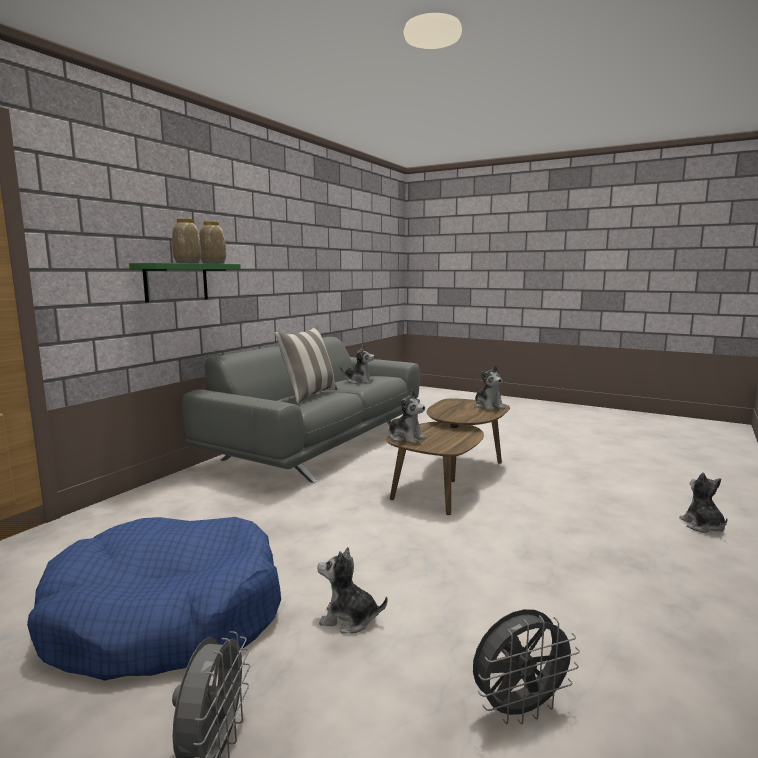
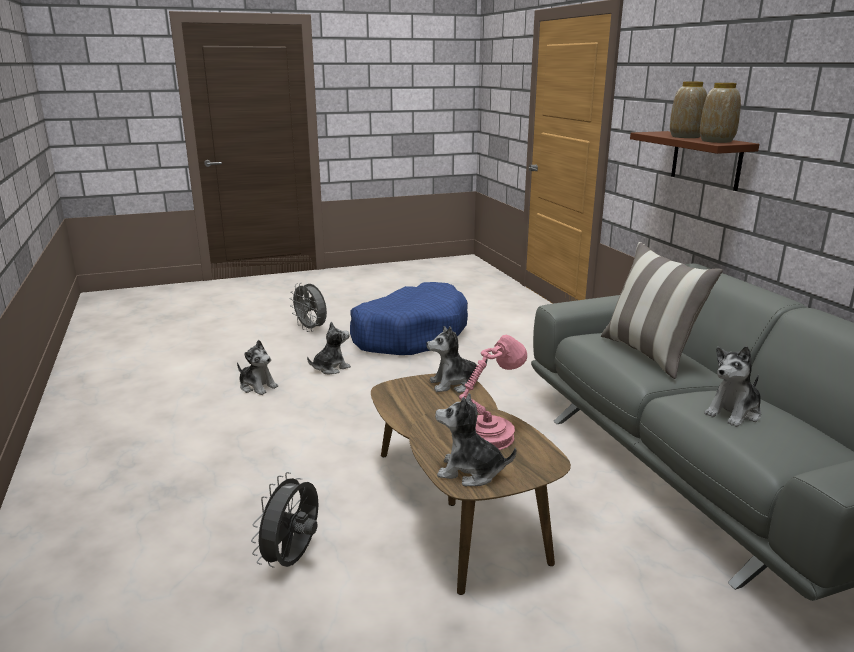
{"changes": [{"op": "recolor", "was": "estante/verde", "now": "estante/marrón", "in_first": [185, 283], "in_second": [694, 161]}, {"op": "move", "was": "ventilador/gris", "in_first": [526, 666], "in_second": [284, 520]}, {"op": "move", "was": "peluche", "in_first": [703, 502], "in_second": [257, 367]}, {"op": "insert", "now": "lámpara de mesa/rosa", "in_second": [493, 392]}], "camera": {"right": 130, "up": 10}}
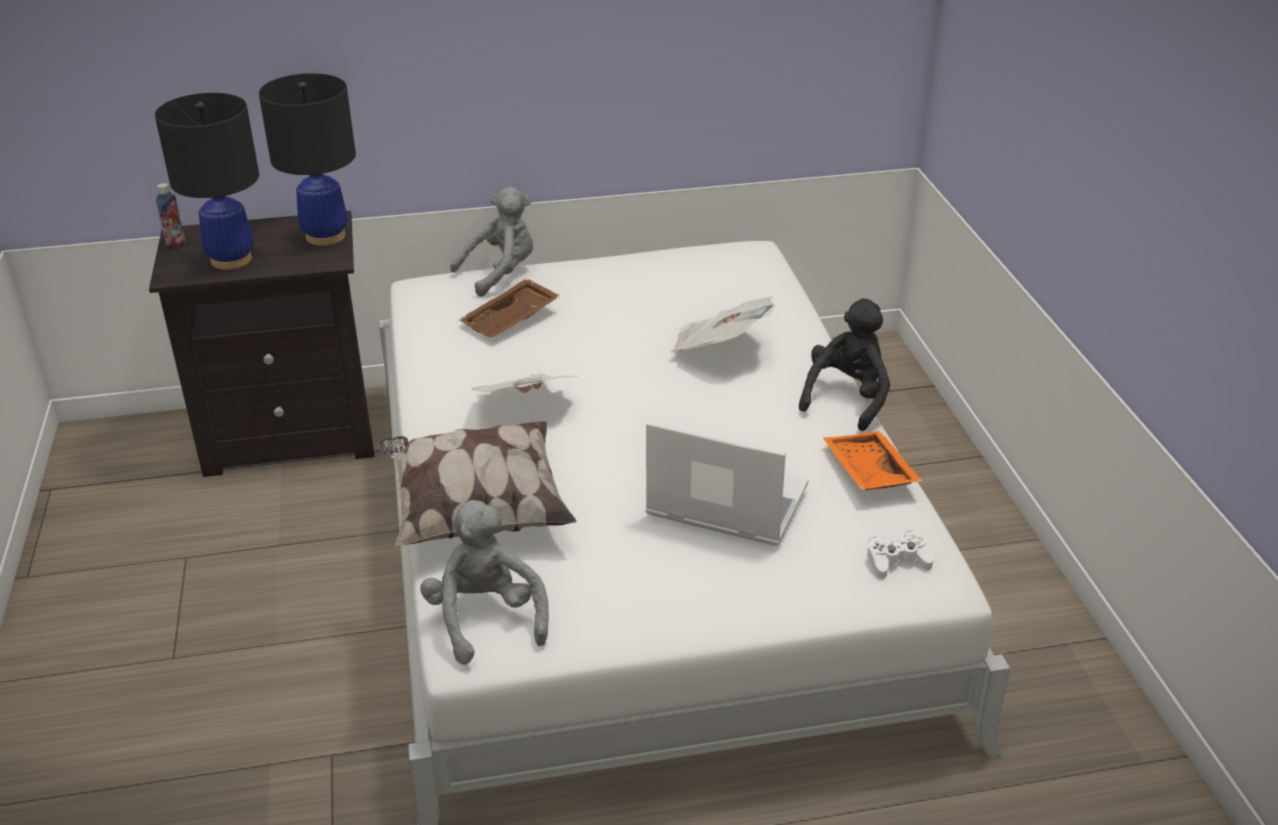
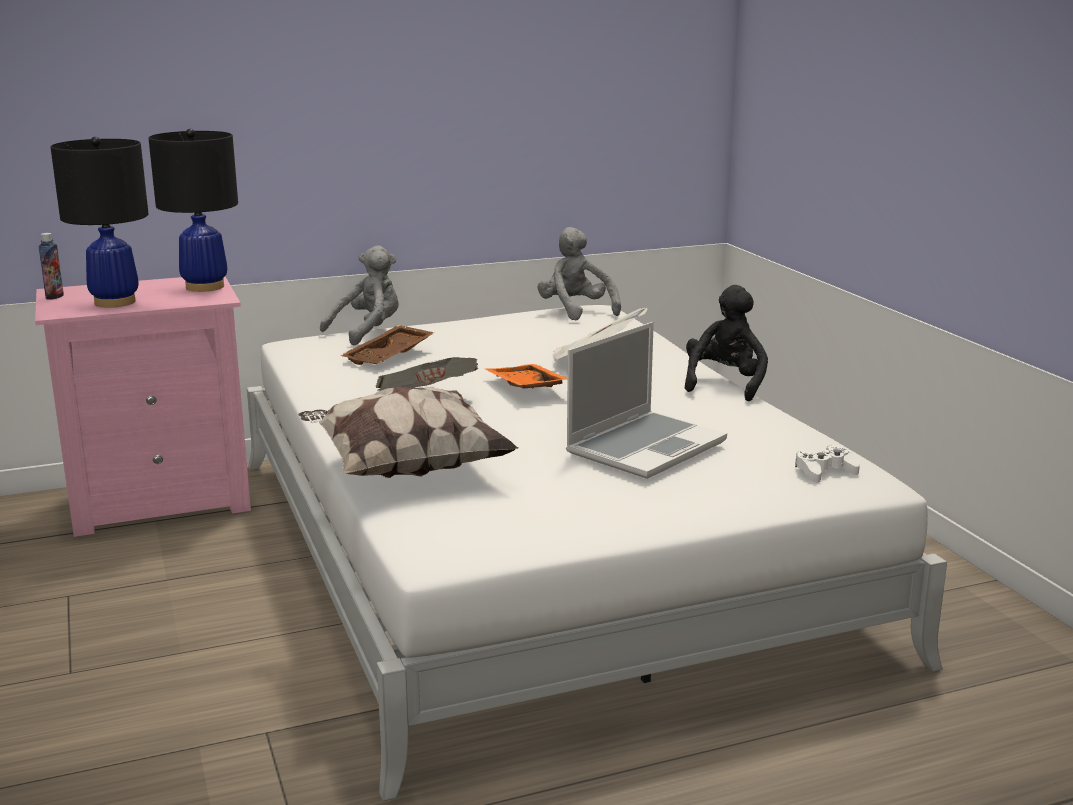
{"changes": [{"op": "recolor", "was": "mesita de noche/negro", "now": "mesita de noche/rosa", "in_first": [261, 344], "in_second": [143, 407]}, {"op": "move", "was": "peluche/gris", "in_first": [484, 582], "in_second": [579, 274]}, {"op": "rotate", "was": "portátil", "in_first": [727, 484], "in_second": [646, 400], "clockwise": 120}, {"op": "move", "was": "bandeja/naranja", "in_first": [872, 460], "in_second": [526, 376]}], "camera": {"right": -10, "up": -15}}
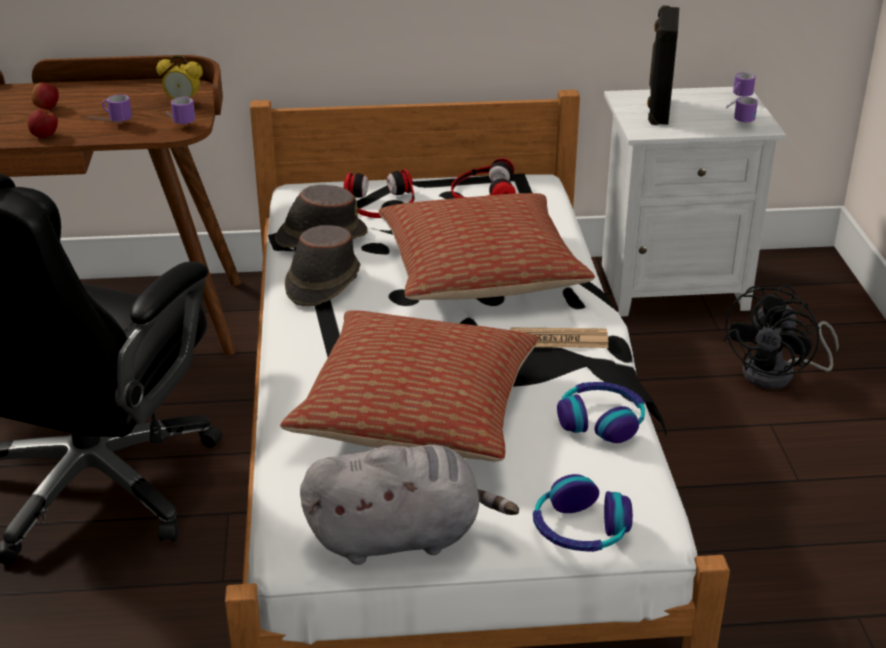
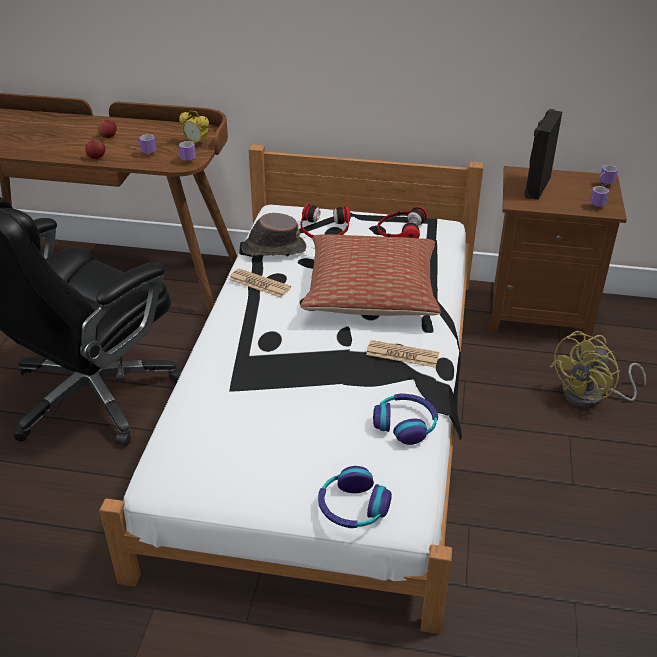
{"changes": [{"op": "delete", "was": "cojín", "in_first": [409, 386]}, {"op": "replace", "was": "sombrero/marrón", "now": "periódico", "in_first": [322, 265], "in_second": [260, 283]}, {"op": "delete", "was": "peluche/gris", "in_first": [409, 504]}, {"op": "recolor", "was": "mesita de noche/blanco", "now": "mesita de noche/marrón", "in_first": [694, 202], "in_second": [558, 253]}, {"op": "recolor", "was": "ventilador/negro", "now": "ventilador/amarillo", "in_first": [781, 337], "in_second": [598, 369]}], "camera": {"right": 15, "up": 5}}
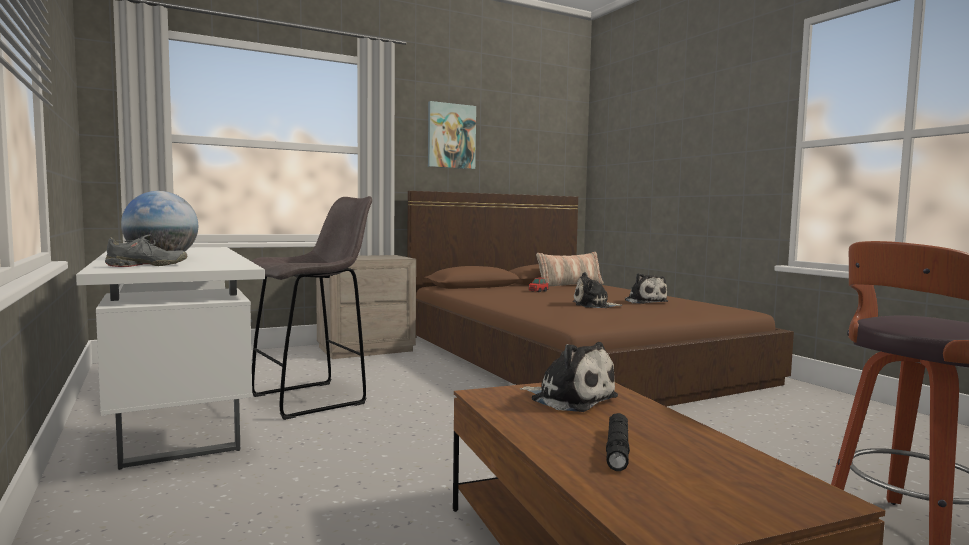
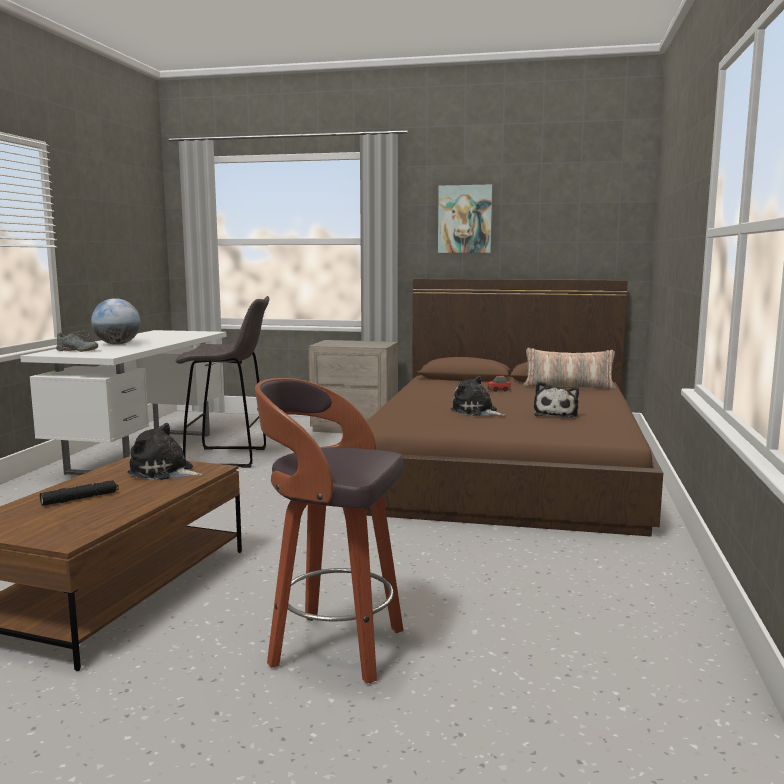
{"changes": [{"op": "rotate", "was": "peluche", "in_first": [569, 377], "in_second": [165, 451], "clockwise": 120}], "camera": {"right": 40, "up": 5}}
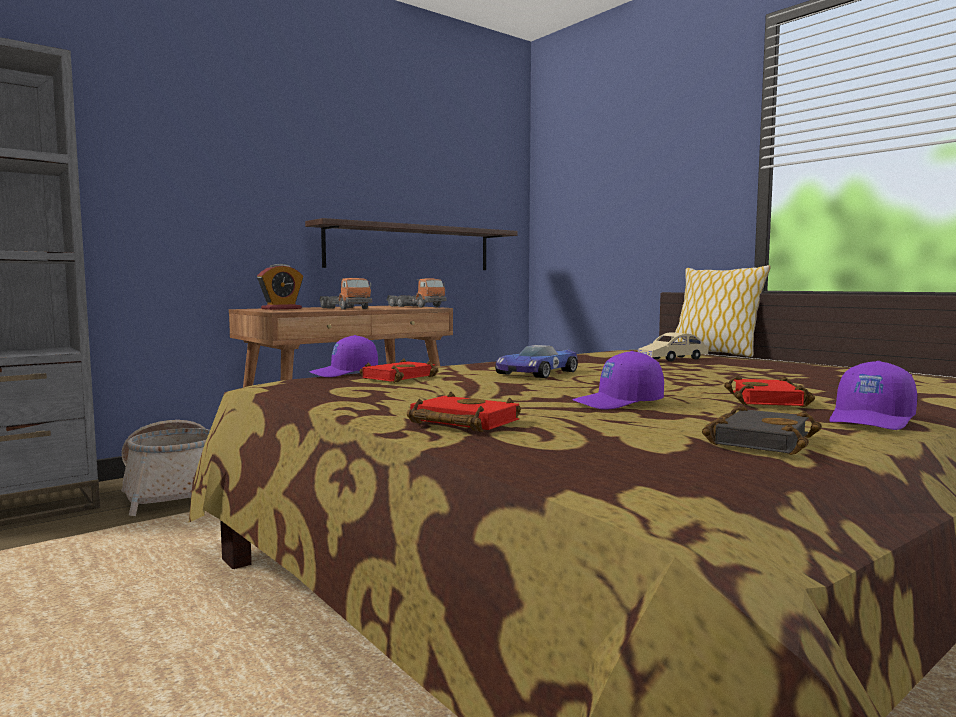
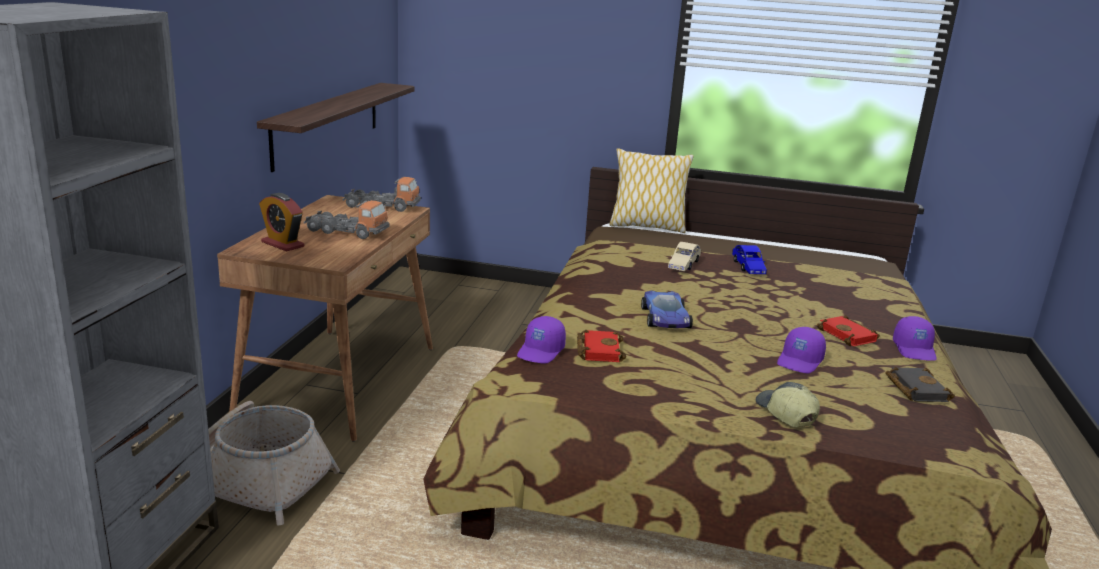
{"changes": [{"op": "rotate", "was": "despertador", "in_first": [280, 287], "in_second": [281, 222], "clockwise": 120}, {"op": "replace", "was": "libro/rojo", "now": "gorra", "in_first": [464, 412], "in_second": [787, 405]}, {"op": "insert", "now": "coche de juguete/azul", "in_second": [749, 259]}], "camera": {"right": -40, "up": 15}}
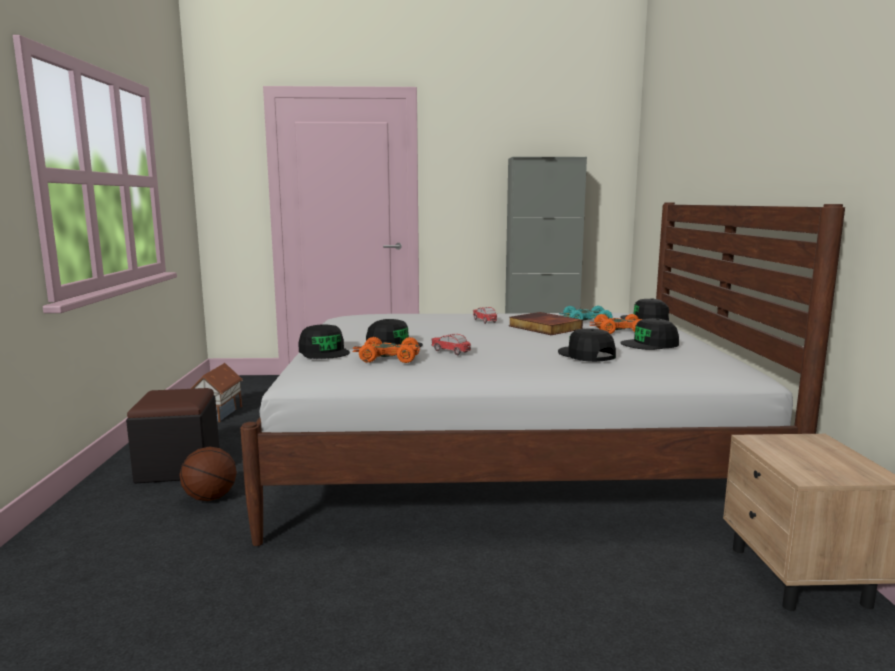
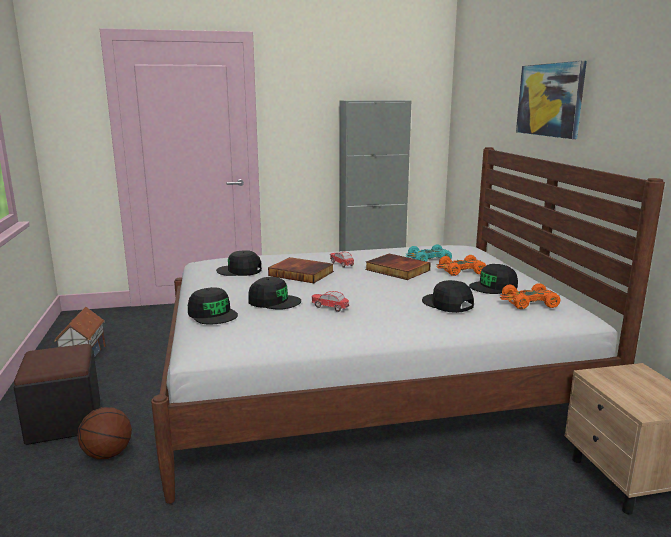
{"changes": [{"op": "move", "was": "coche de juguete/naranja", "in_first": [386, 350], "in_second": [530, 296]}, {"op": "move", "was": "gorra/negro", "in_first": [644, 309], "in_second": [239, 263]}, {"op": "insert", "now": "libro", "in_second": [301, 270]}, {"op": "insert", "now": "cuadro", "in_second": [551, 100]}], "camera": {"right": -10, "up": 5}}
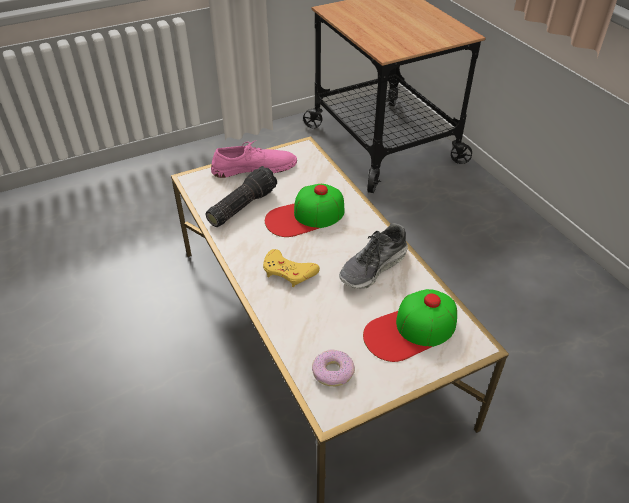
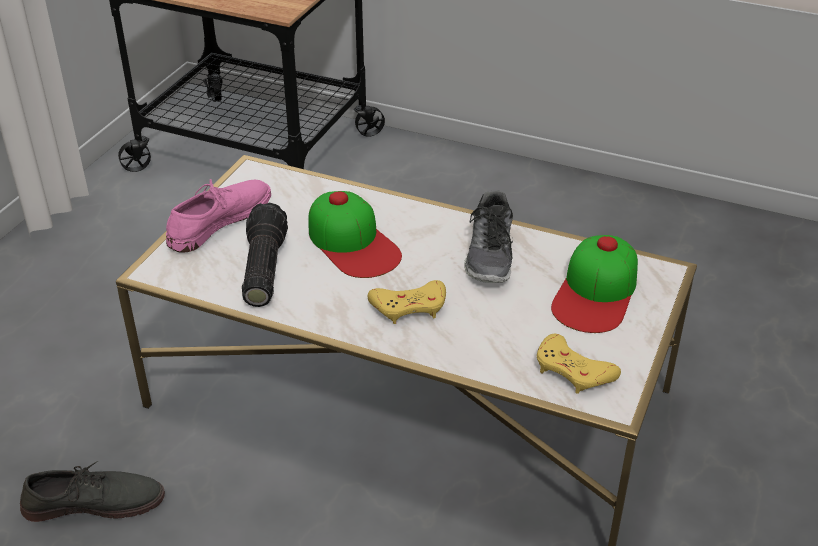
{"changes": [{"op": "rotate", "was": "gorra", "in_first": [304, 210], "in_second": [355, 234], "clockwise": -60}, {"op": "replace", "was": "rosquilla", "now": "mando de consola/amarillo", "in_first": [333, 368], "in_second": [579, 364]}, {"op": "insert", "now": "zapato/gris", "in_second": [92, 491]}], "camera": {"right": -40, "up": -5}}
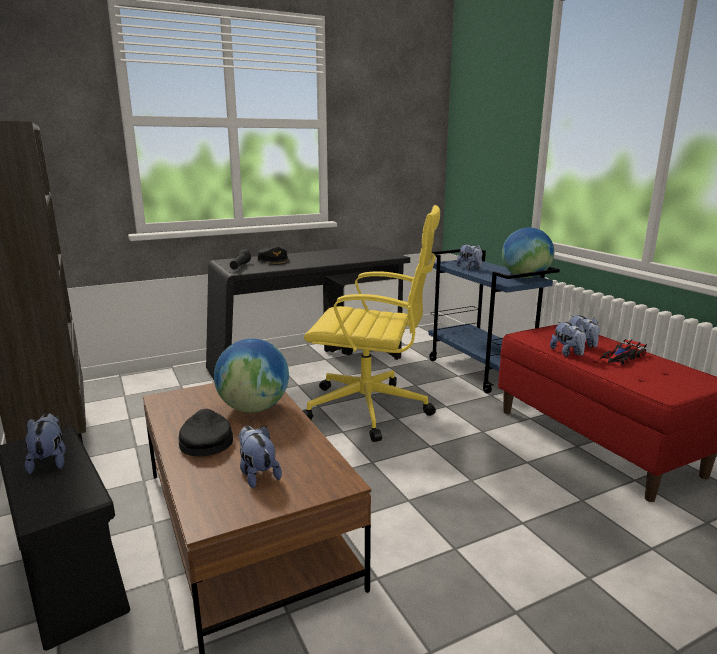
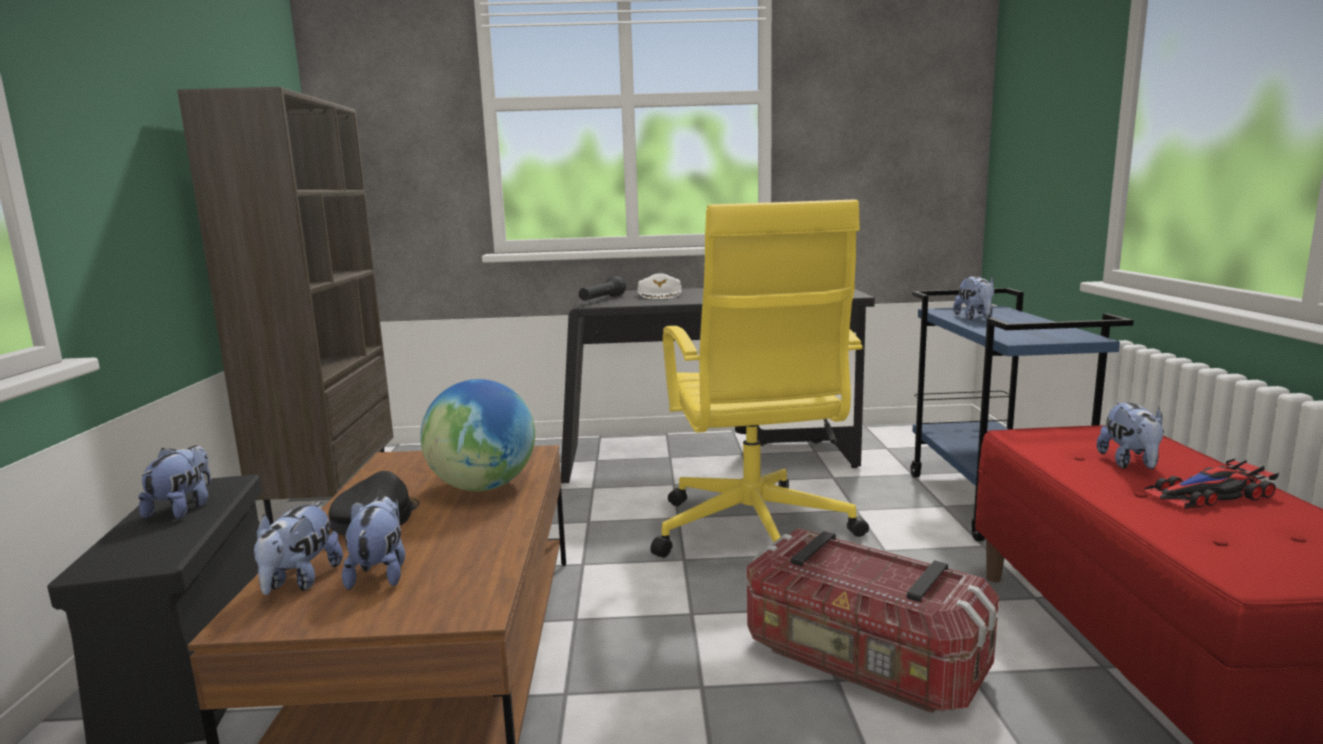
{"changes": [{"op": "recolor", "was": "gorra/negro", "now": "gorra/blanco", "in_first": [273, 256], "in_second": [659, 286]}, {"op": "rotate", "was": "silla de oficina/amarillo", "in_first": [371, 323], "in_second": [759, 378], "clockwise": 45}, {"op": "delete", "was": "globo terráqueo", "in_first": [528, 253]}, {"op": "move", "was": "peluche", "in_first": [568, 339], "in_second": [298, 548]}, {"op": "insert", "now": "caja de almacenaje", "in_second": [873, 620]}], "camera": {"right": 25, "up": -5}}
